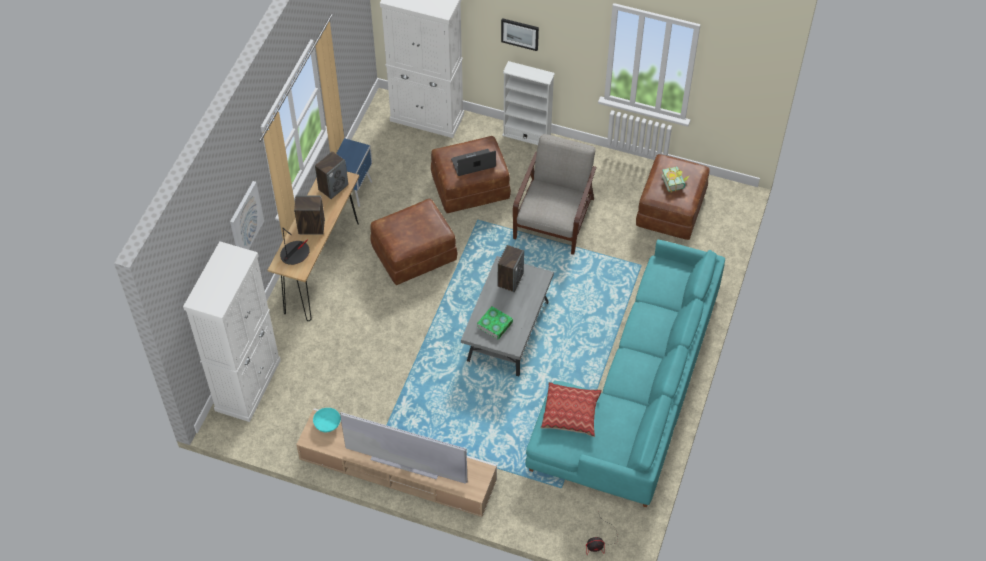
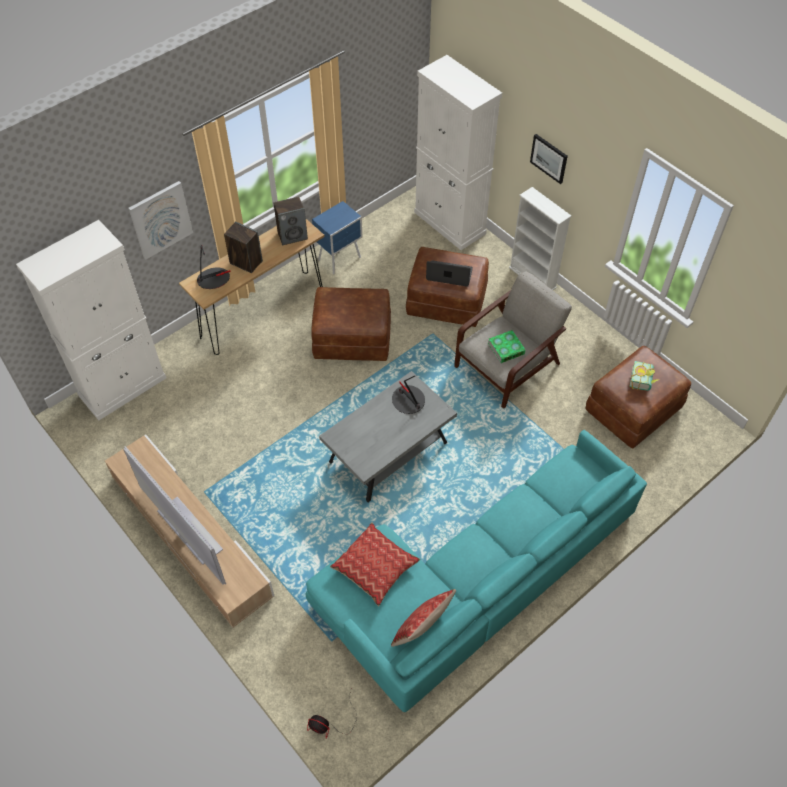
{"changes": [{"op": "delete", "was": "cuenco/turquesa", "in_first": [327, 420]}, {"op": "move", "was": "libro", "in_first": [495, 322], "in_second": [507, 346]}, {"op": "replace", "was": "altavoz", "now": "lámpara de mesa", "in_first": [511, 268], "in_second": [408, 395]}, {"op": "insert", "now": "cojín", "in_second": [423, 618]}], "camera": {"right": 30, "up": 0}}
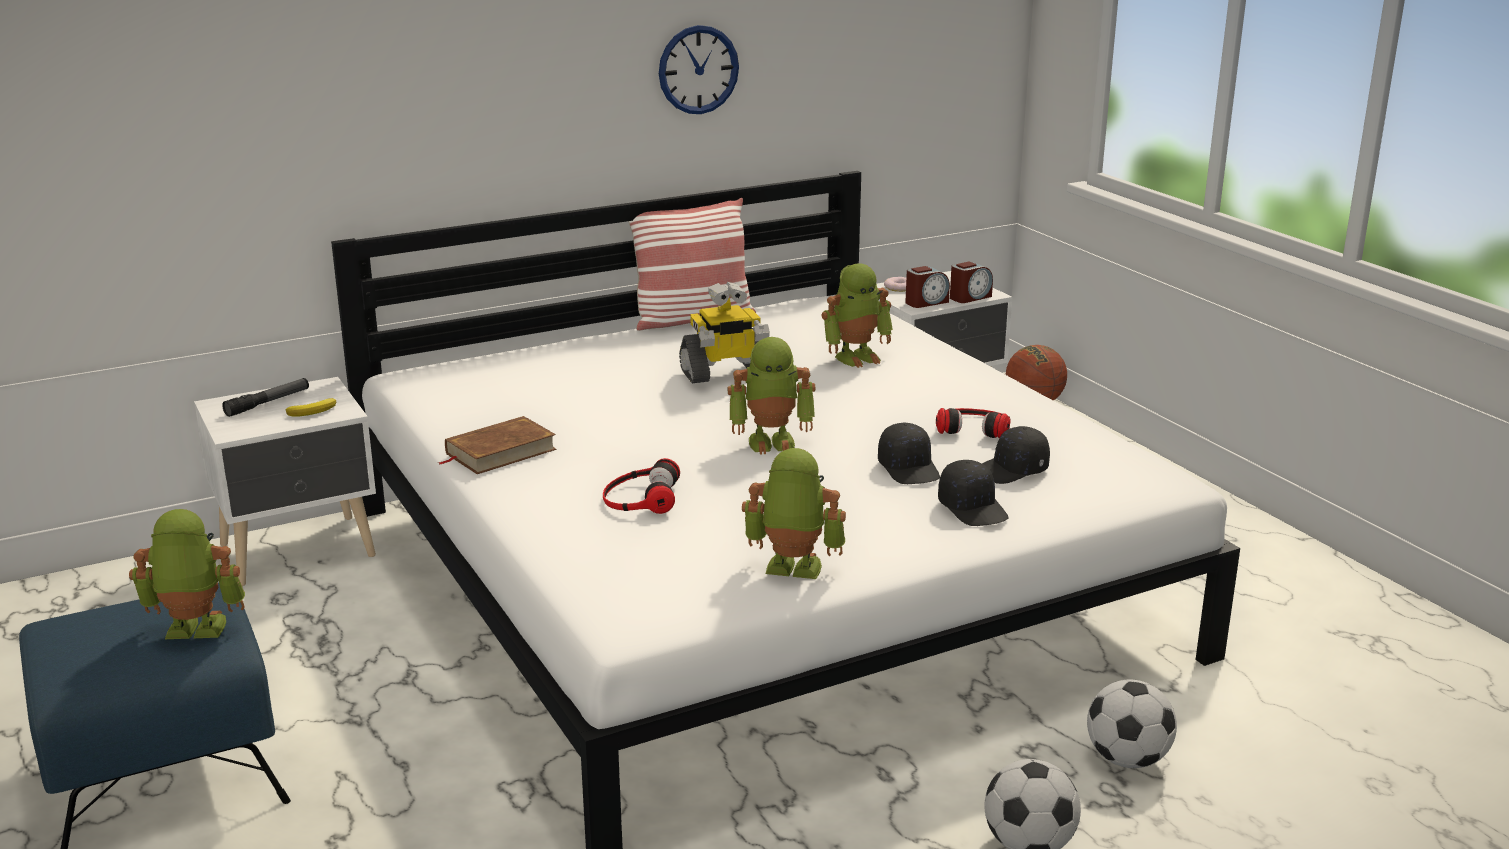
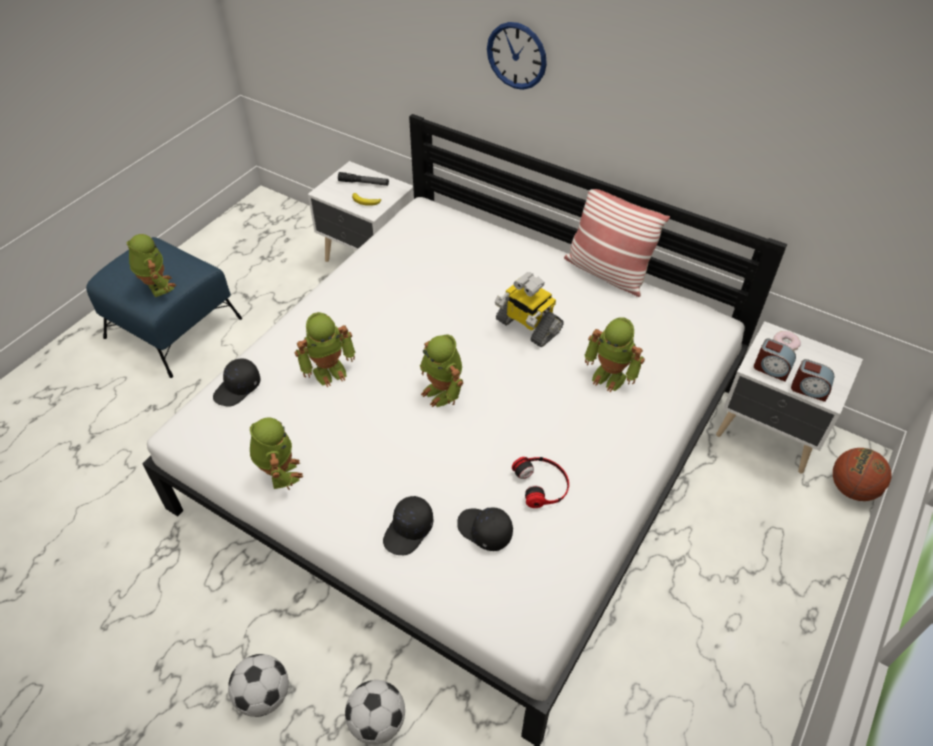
{"changes": [{"op": "delete", "was": "libro/marrón", "in_first": [497, 445]}, {"op": "replace", "was": "auriculares", "now": "robot de juguete", "in_first": [641, 486], "in_second": [324, 349]}, {"op": "move", "was": "reloj de pared", "in_first": [699, 69], "in_second": [517, 56]}, {"op": "move", "was": "gorra/negro", "in_first": [909, 453], "in_second": [237, 382]}], "camera": {"right": 60, "up": 25}}
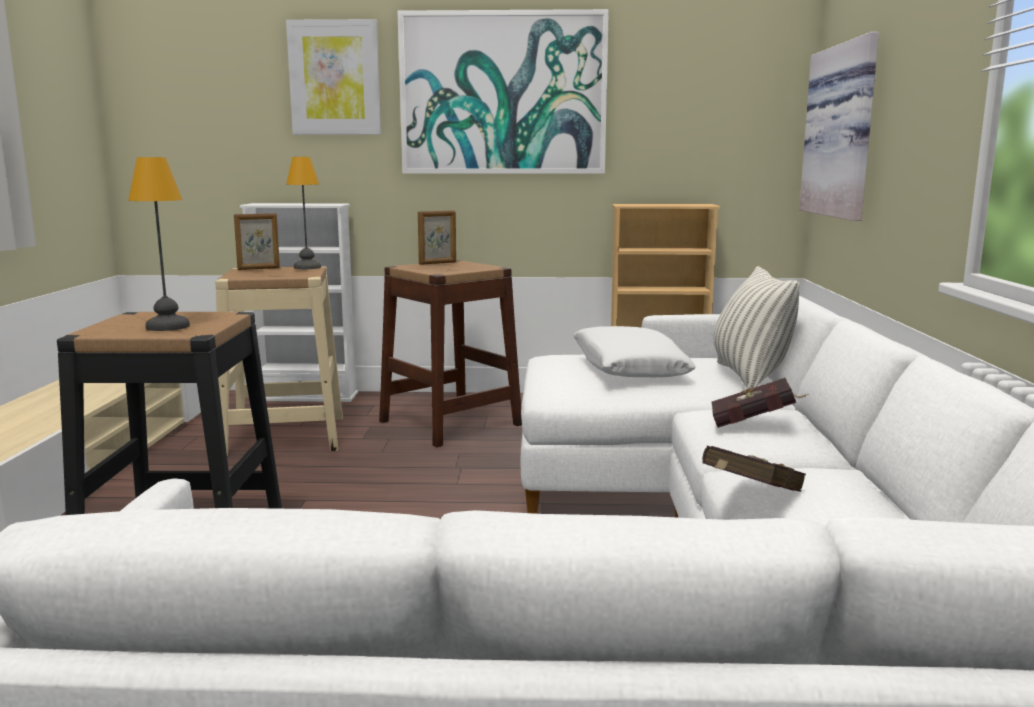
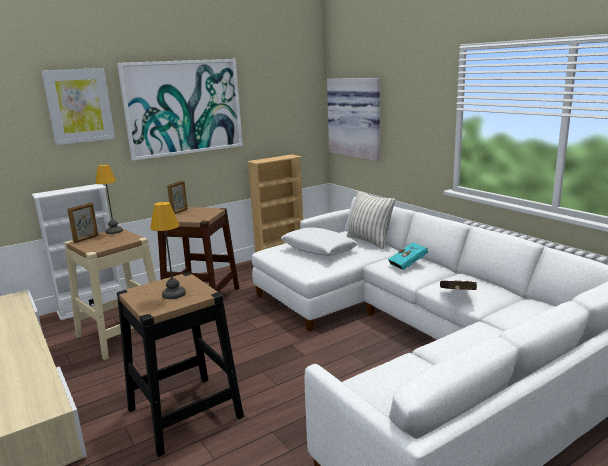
{"changes": [{"op": "recolor", "was": "libro/rojo", "now": "libro/turquesa", "in_first": [760, 403], "in_second": [408, 256]}], "camera": {"right": -35, "up": 5}}
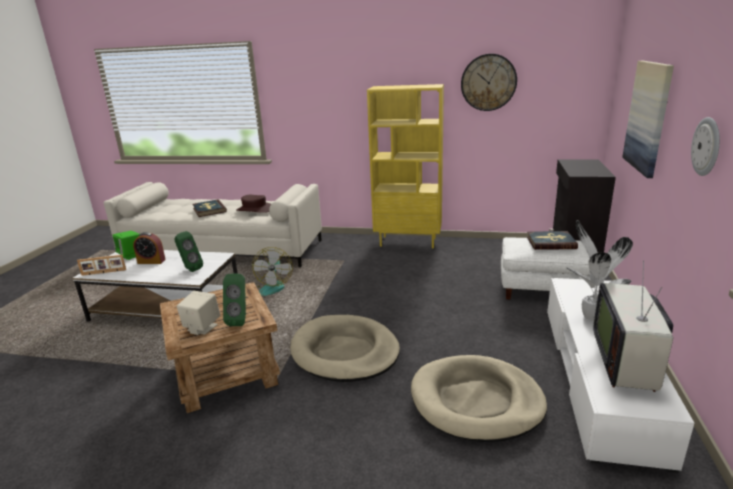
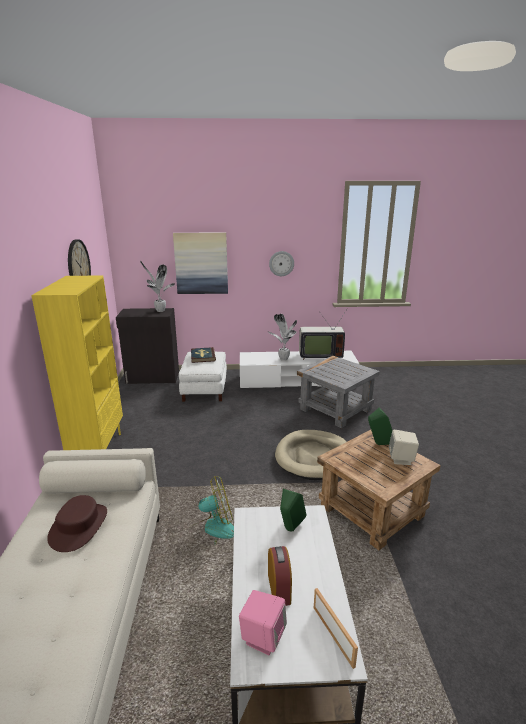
{"changes": [{"op": "recolor", "was": "altavoz/verde", "now": "altavoz/rosa", "in_first": [126, 245], "in_second": [263, 623]}, {"op": "delete", "was": "libro", "in_first": [209, 208]}, {"op": "replace", "was": "cama para perro/beis", "now": "mesa auxiliar/gris", "in_first": [479, 398], "in_second": [338, 392]}, {"op": "insert", "now": "planta en maceta", "in_second": [157, 286]}], "camera": {"right": -105, "up": 0}}
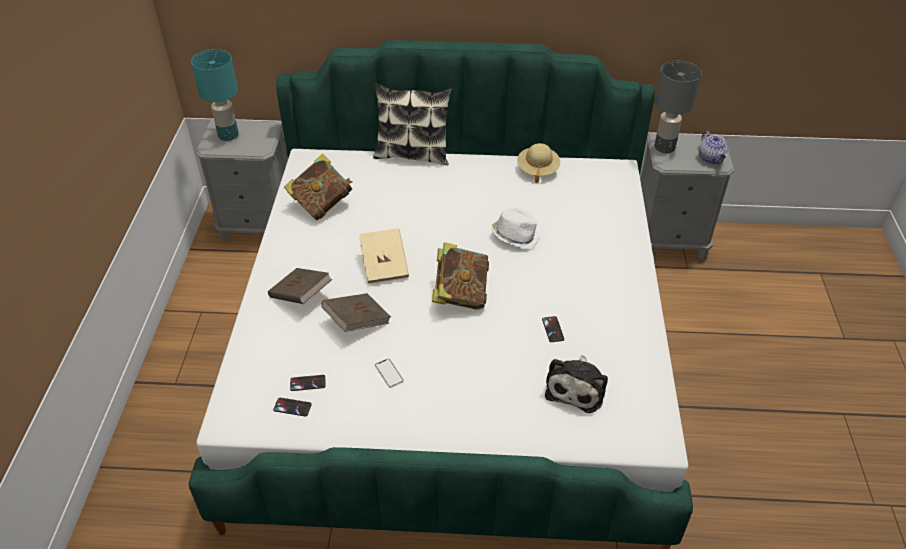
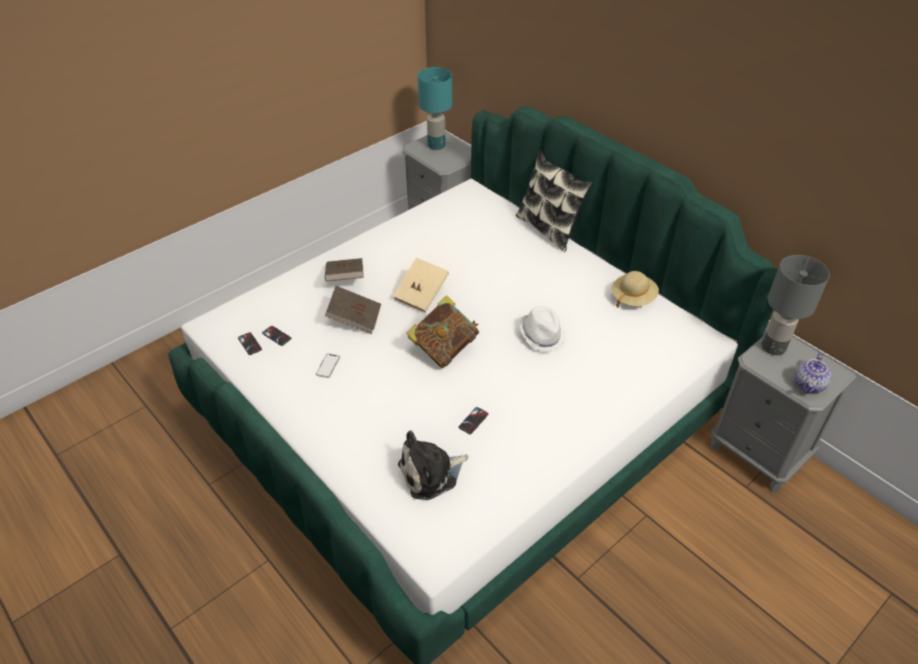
{"changes": [{"op": "delete", "was": "libro", "in_first": [318, 187]}], "camera": {"right": 45, "up": 0}}
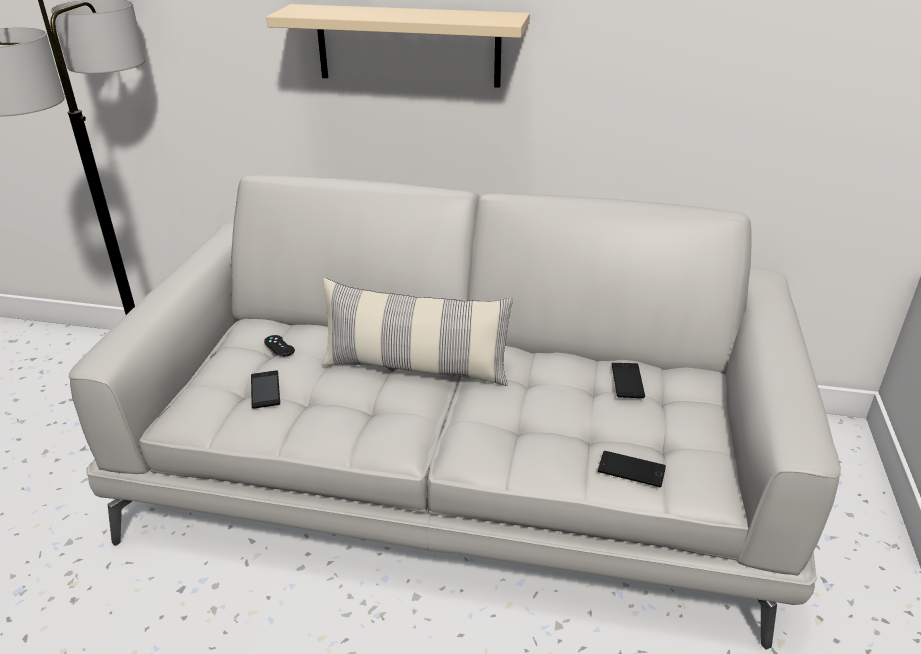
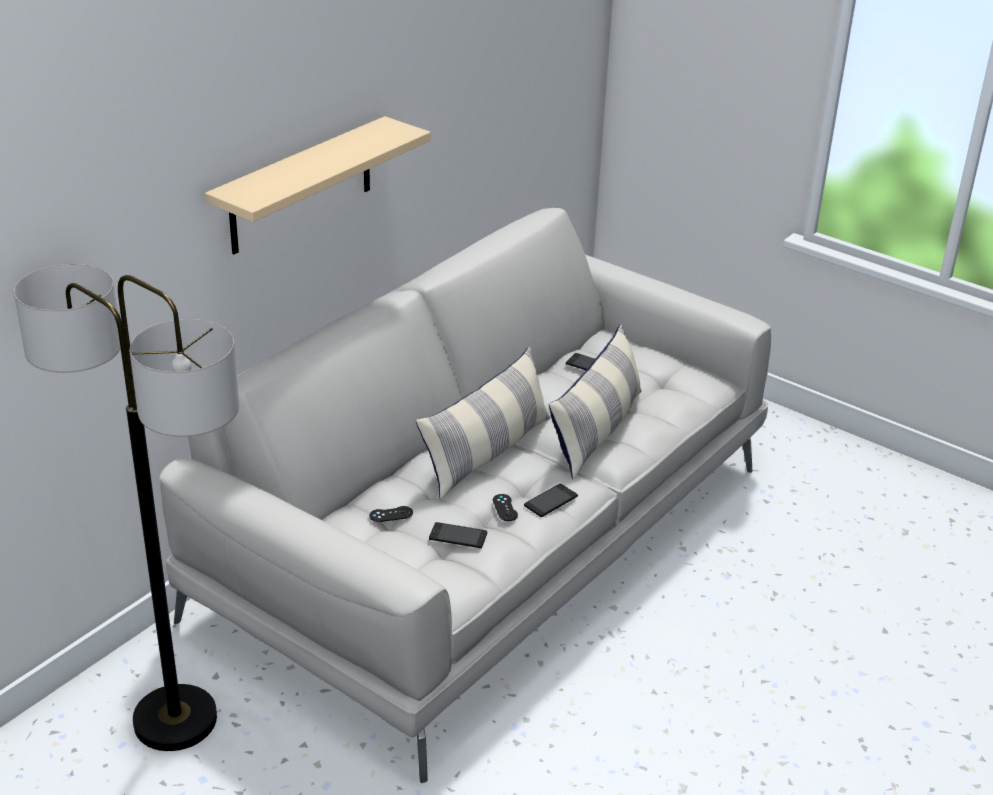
{"changes": [{"op": "move", "was": "móvil", "in_first": [632, 469], "in_second": [551, 500]}, {"op": "insert", "now": "mando de consola/negro", "in_second": [505, 507]}, {"op": "insert", "now": "cojín", "in_second": [595, 402]}], "camera": {"right": -65, "up": 0}}
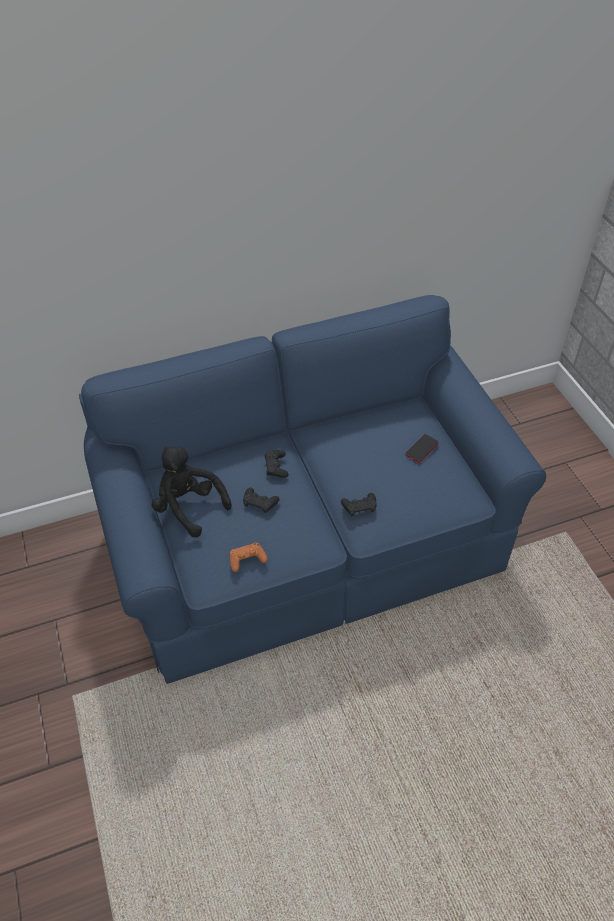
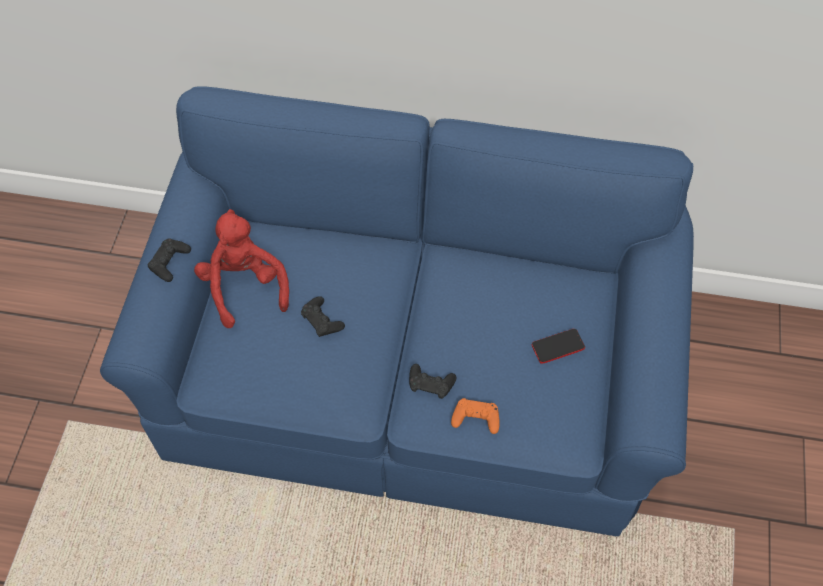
{"changes": [{"op": "recolor", "was": "peluche/negro", "now": "peluche/rojo", "in_first": [192, 492], "in_second": [241, 268]}, {"op": "move", "was": "mando de consola/naranja", "in_first": [249, 557], "in_second": [475, 416]}, {"op": "move", "was": "mando de consola/negro", "in_first": [276, 464], "in_second": [169, 260]}], "camera": {"right": 30, "up": 10}}
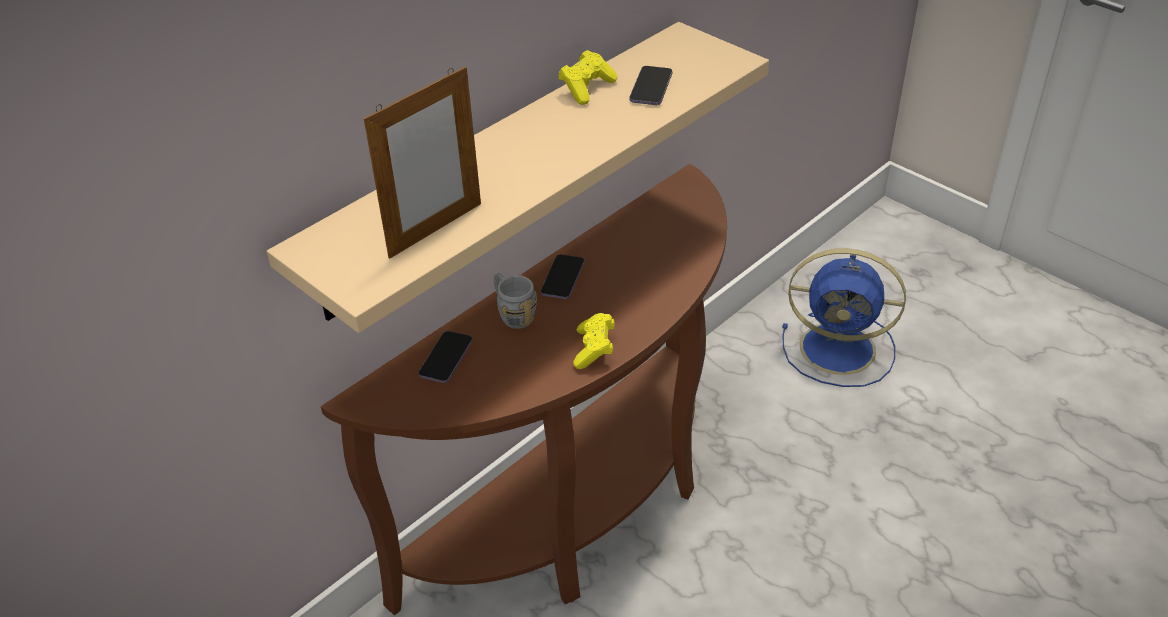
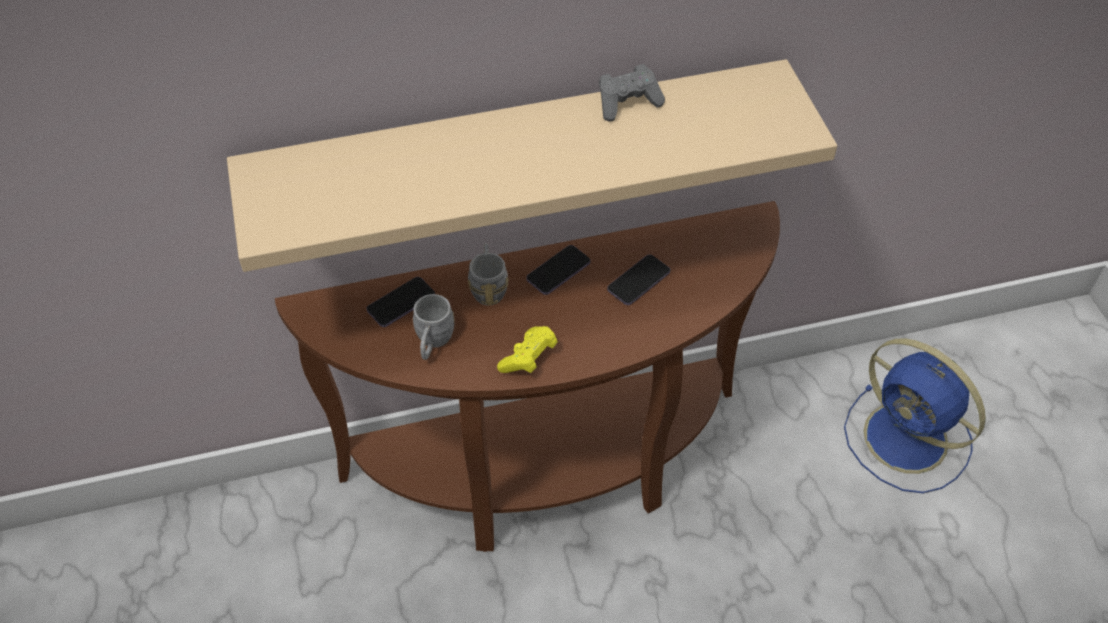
{"changes": [{"op": "delete", "was": "portarretratos", "in_first": [422, 162]}, {"op": "recolor", "was": "mando de consola/amarillo", "now": "mando de consola/gris", "in_first": [587, 77], "in_second": [632, 92]}, {"op": "move", "was": "móvil", "in_first": [650, 85], "in_second": [638, 279]}, {"op": "insert", "now": "taza grande/gris", "in_second": [434, 327]}], "camera": {"right": 30, "up": 10}}
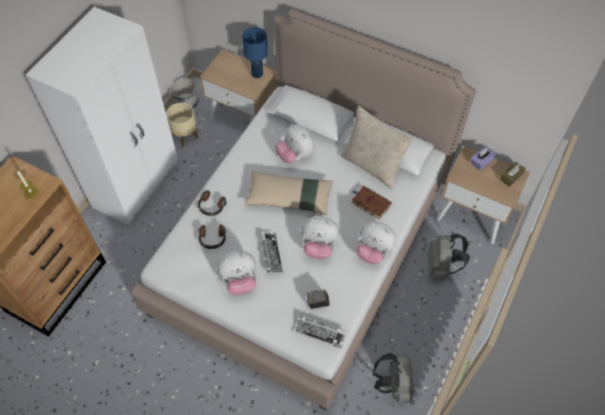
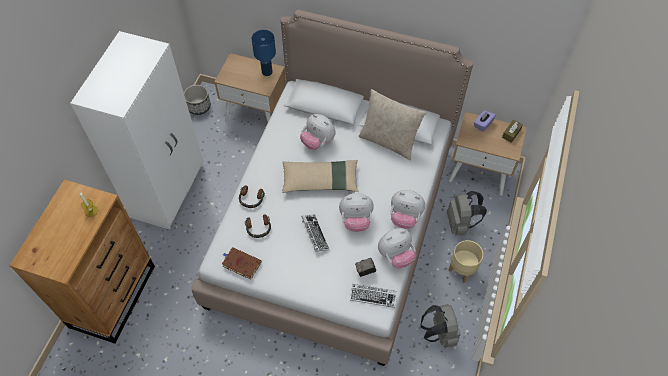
{"changes": [{"op": "move", "was": "maceta/beis", "in_first": [182, 125], "in_second": [466, 261]}, {"op": "move", "was": "peluche", "in_first": [236, 273], "in_second": [397, 248]}, {"op": "move", "was": "libro/marrón", "in_first": [372, 203], "in_second": [241, 263]}], "camera": {"right": -10, "up": 0}}
